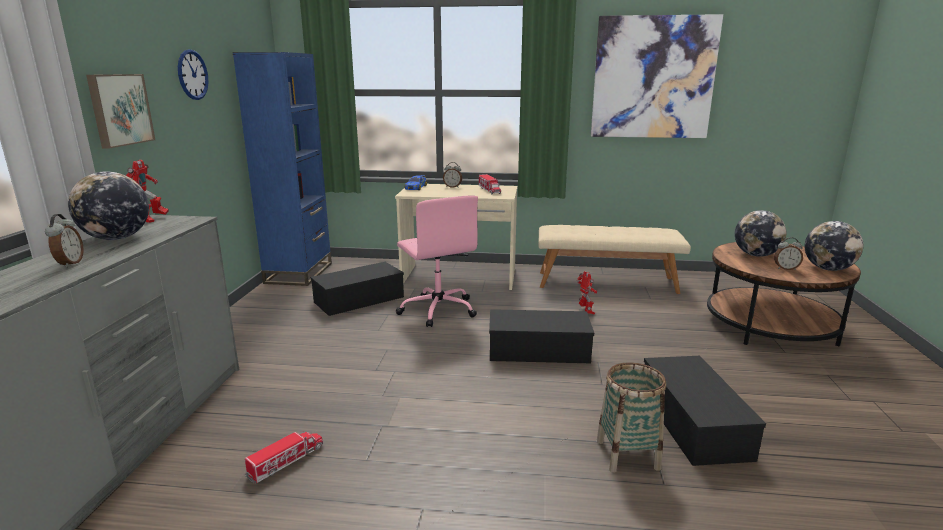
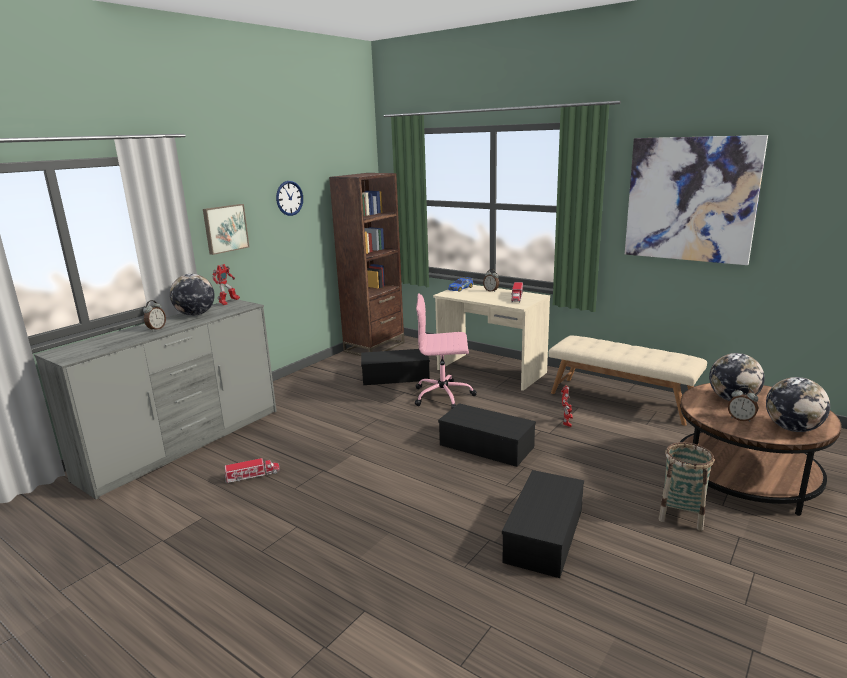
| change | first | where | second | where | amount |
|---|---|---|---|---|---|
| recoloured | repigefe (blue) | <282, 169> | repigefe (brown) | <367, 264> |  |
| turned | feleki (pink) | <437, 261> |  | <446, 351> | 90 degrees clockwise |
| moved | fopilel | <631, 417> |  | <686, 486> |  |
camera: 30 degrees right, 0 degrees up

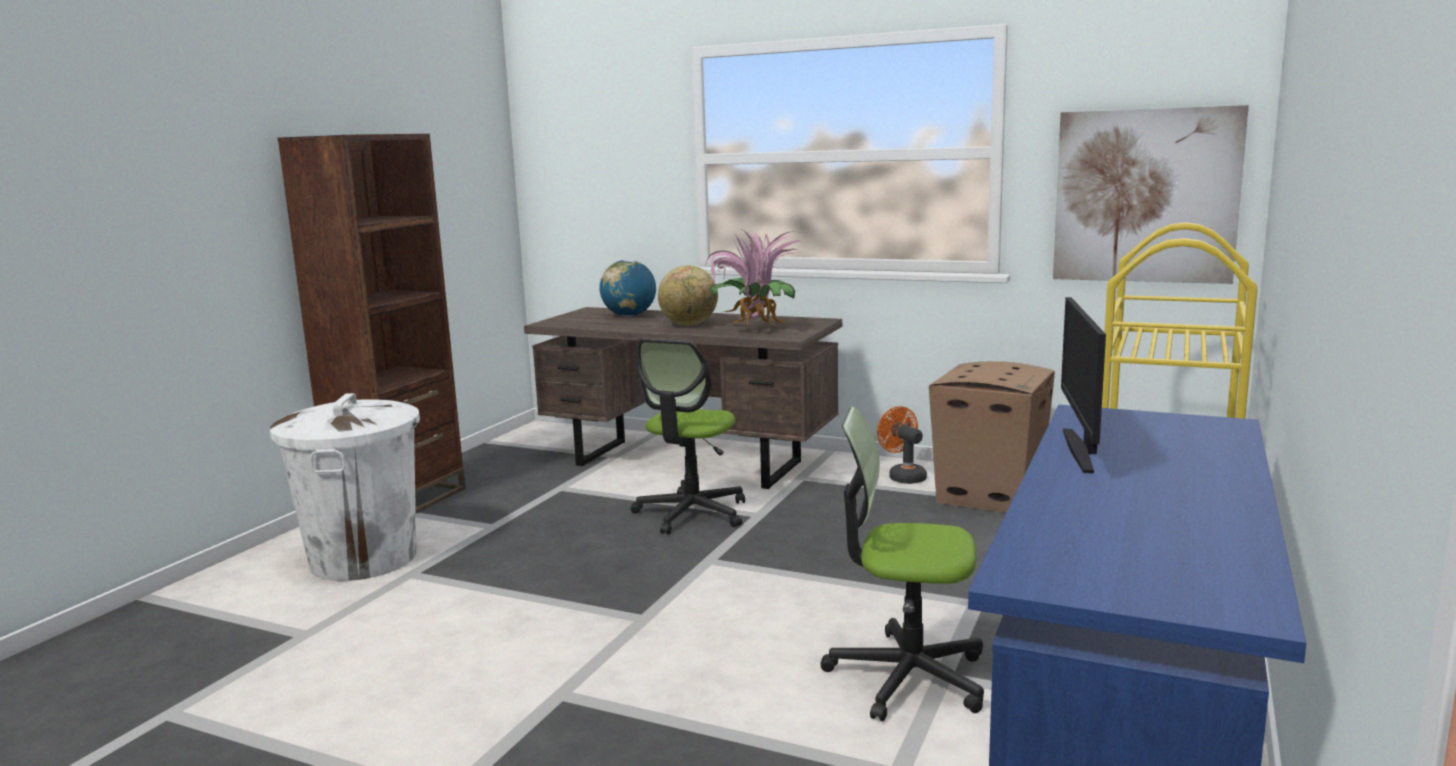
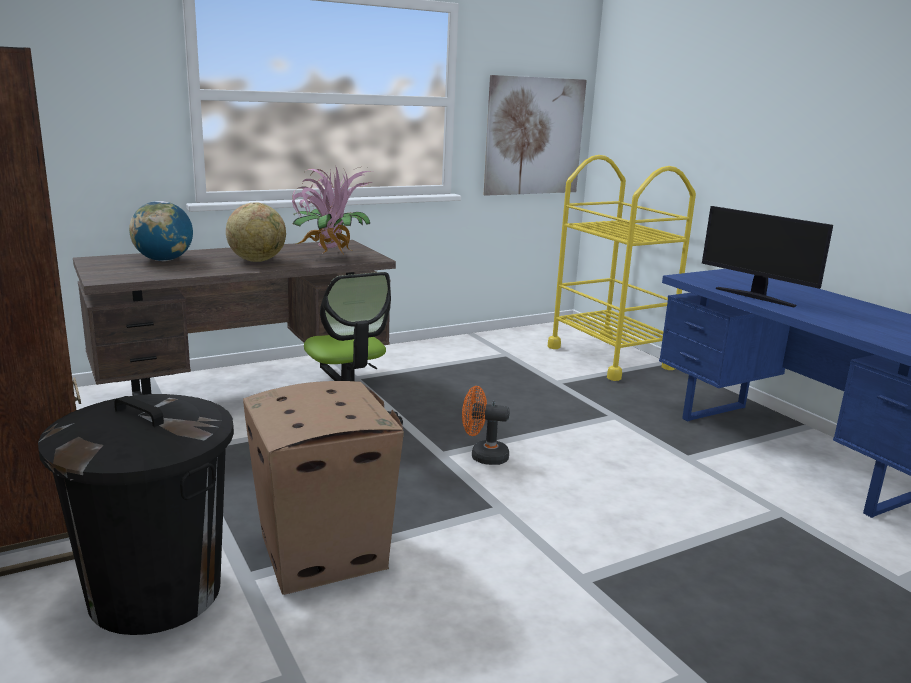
| change | first | where | second | where | amount |
|---|---|---|---|---|---|
| moved | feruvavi | <992, 437> |  | <323, 488> |  |
| recoloured | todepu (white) | <345, 487> | todepu (black) | <136, 514> |  |
| moved | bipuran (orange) | <902, 445> |  | <486, 425> |  |
| removed | feleki | <902, 564> |  |  |  |
camera: 55 degrees left, 5 degrees up

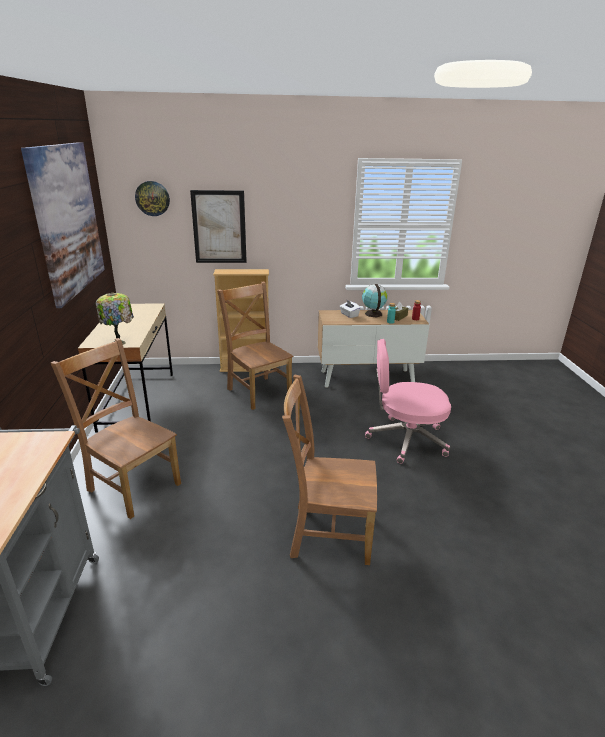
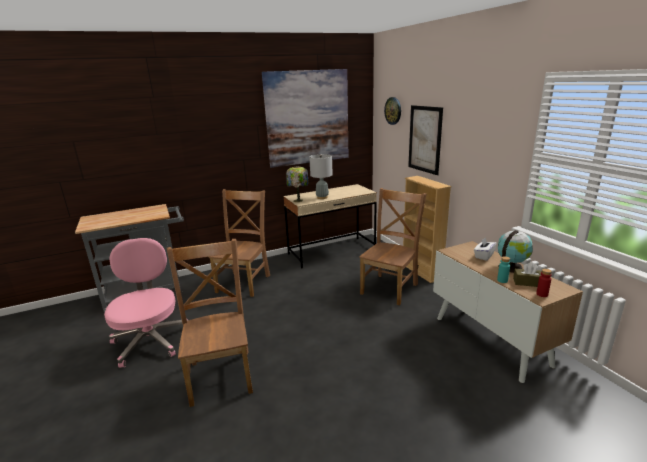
| change | first | where | second | where | amount |
|---|---|---|---|---|---|
| moved | feleki (pink) | <408, 401> |  | <146, 303> |  |
| added |  |  | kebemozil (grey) | <321, 176> |  |
camera: 70 degrees right, 5 degrees down

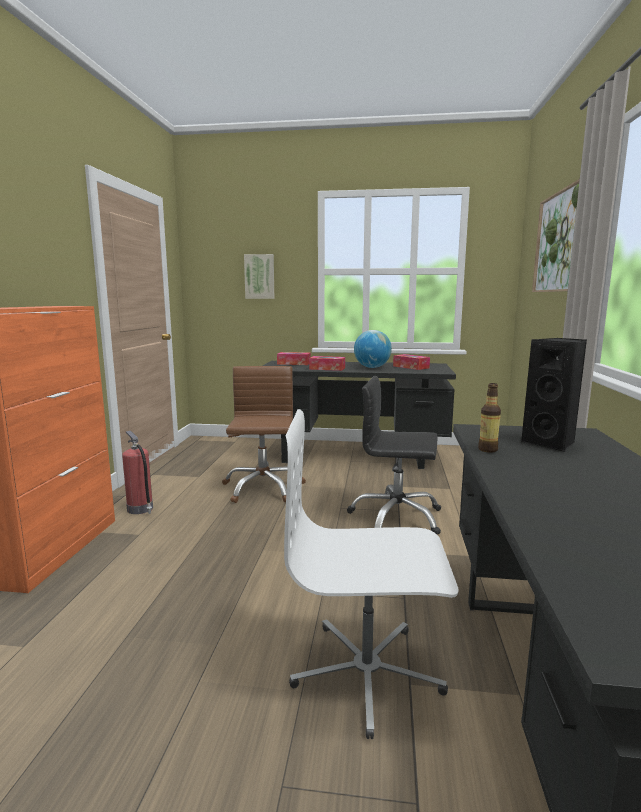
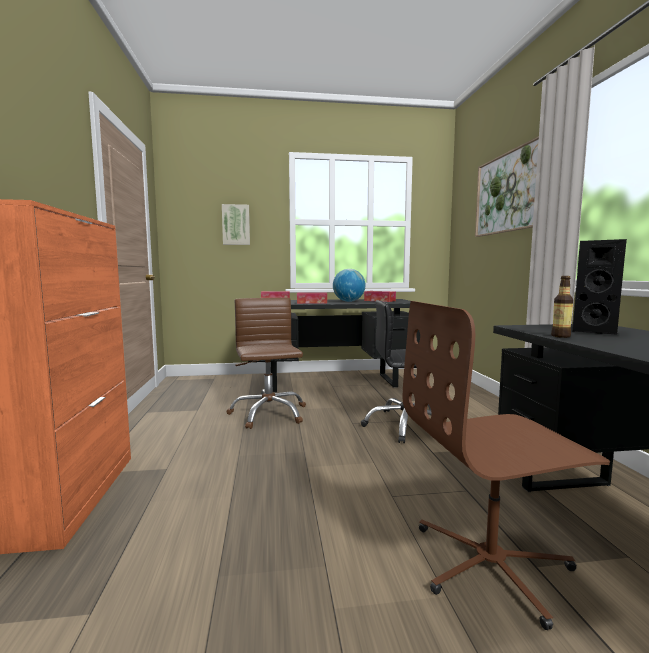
| change | first | where | second | where | amount |
|---|---|---|---|---|---|
| recoloured | feleki (white) | <371, 574> | feleki (brown) | <506, 465> |  |
| removed | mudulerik | <137, 472> |  |  |  |
camera: 15 degrees left, 5 degrees down

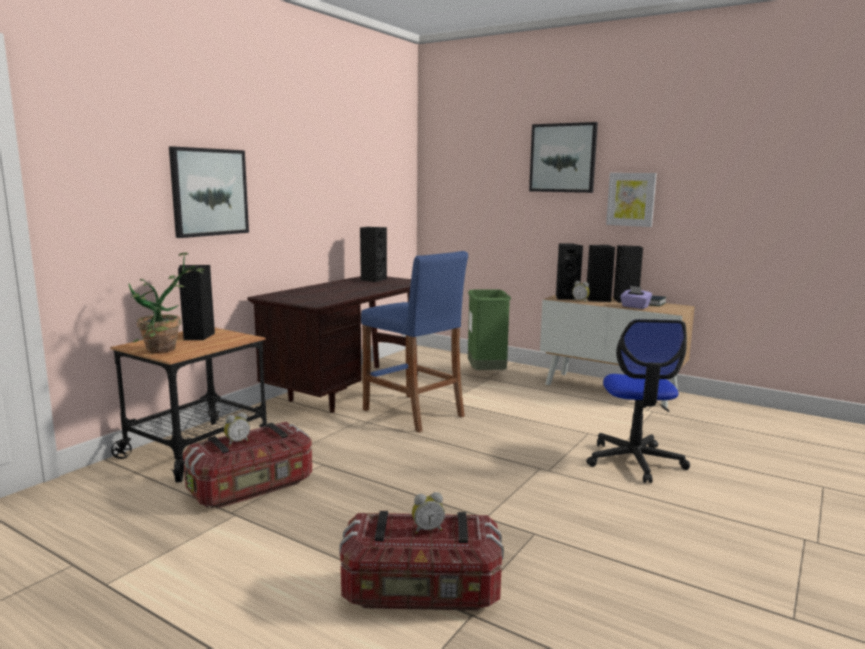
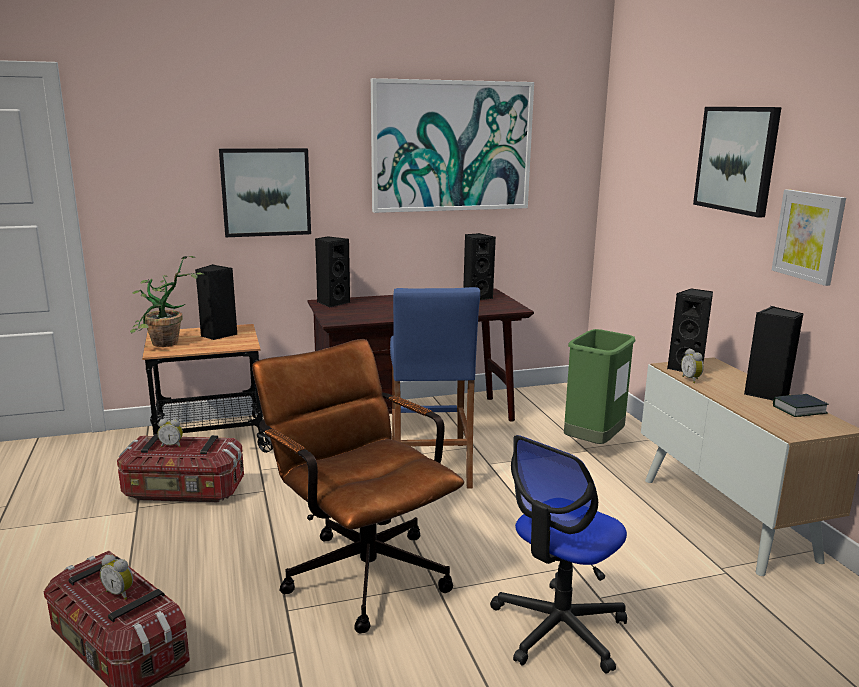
| change | first | where | second | where | amount |
|---|---|---|---|---|---|
| moved | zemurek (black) | <600, 273> |  | <332, 272> |  |
| removed | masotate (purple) | <636, 297> |  |  |  |
| added |  |  | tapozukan | <452, 145> |  |
| added |  |  | feleki (brown) | <358, 486> |  |
camera: 40 degrees right, 5 degrees up

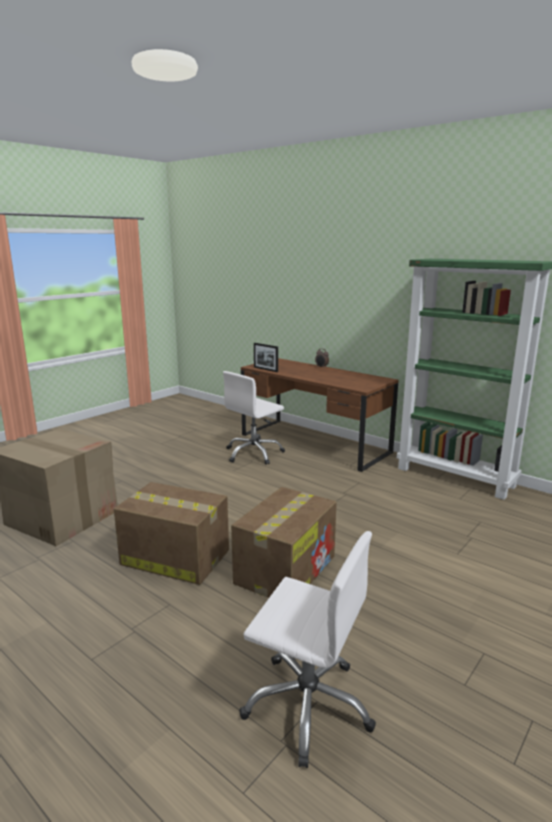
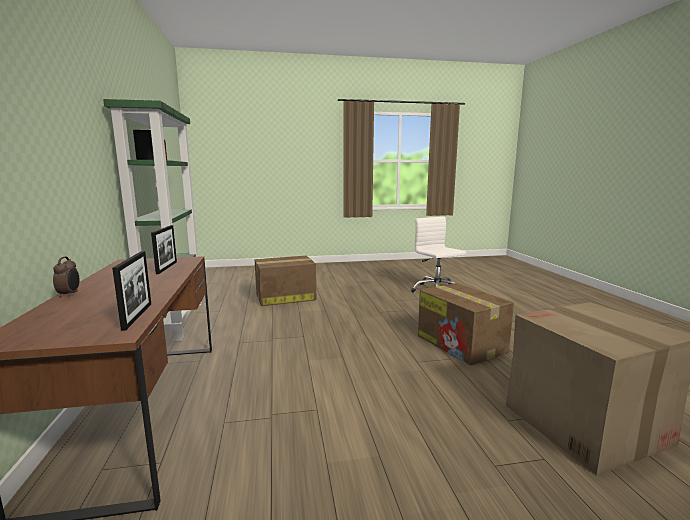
| change | first | where | second | where | amount |
|---|---|---|---|---|---|
| removed | feleki (white) | <254, 418> |  |  |  |
| moved | feruvavi | <284, 542> |  | <285, 281> |  |
| added |  |  | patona | <164, 249> |  |
camera: 140 degrees left, 5 degrees down

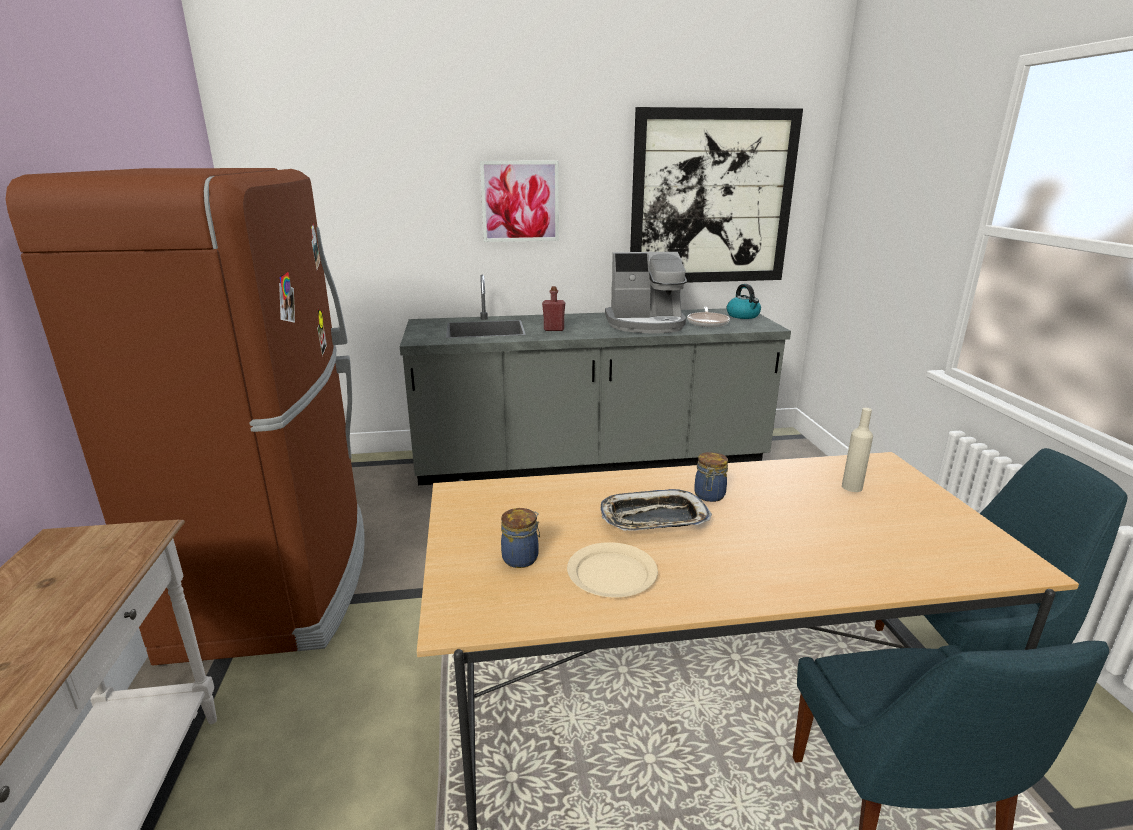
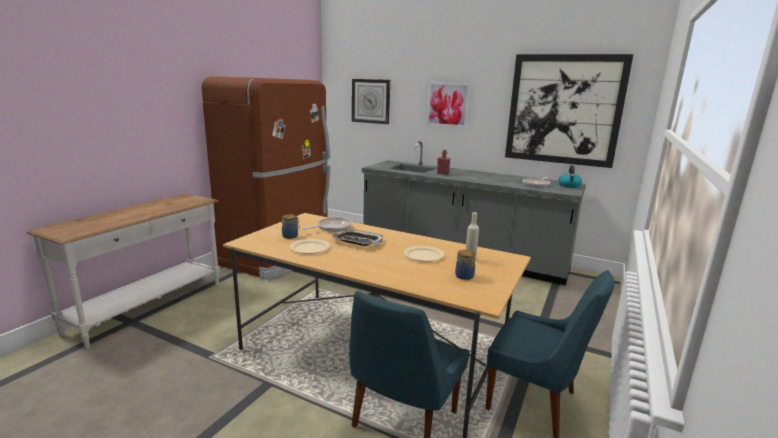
| change | first | where | second | where | amount |
|---|---|---|---|---|---|
| removed | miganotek | <646, 292> |  |  |  |
| moved | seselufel | <711, 477> |  | <465, 265> |  |
| added |  |  | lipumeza | <371, 101> |  |
| added |  |  | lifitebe | <327, 225> |  |
| added |  |  | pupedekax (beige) | <424, 254> |  |
camera: 35 degrees right, 5 degrees down

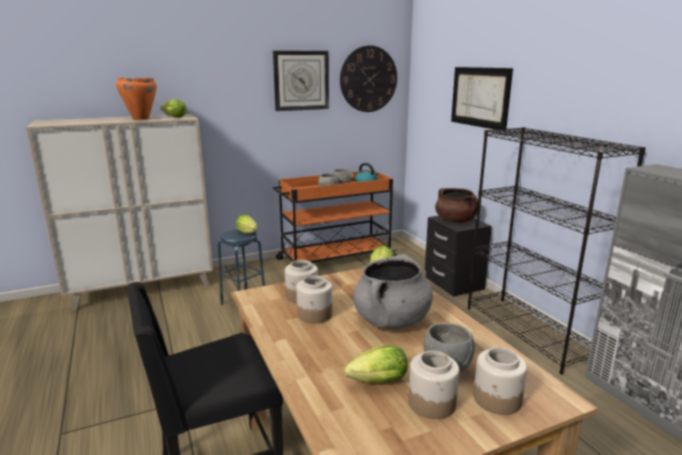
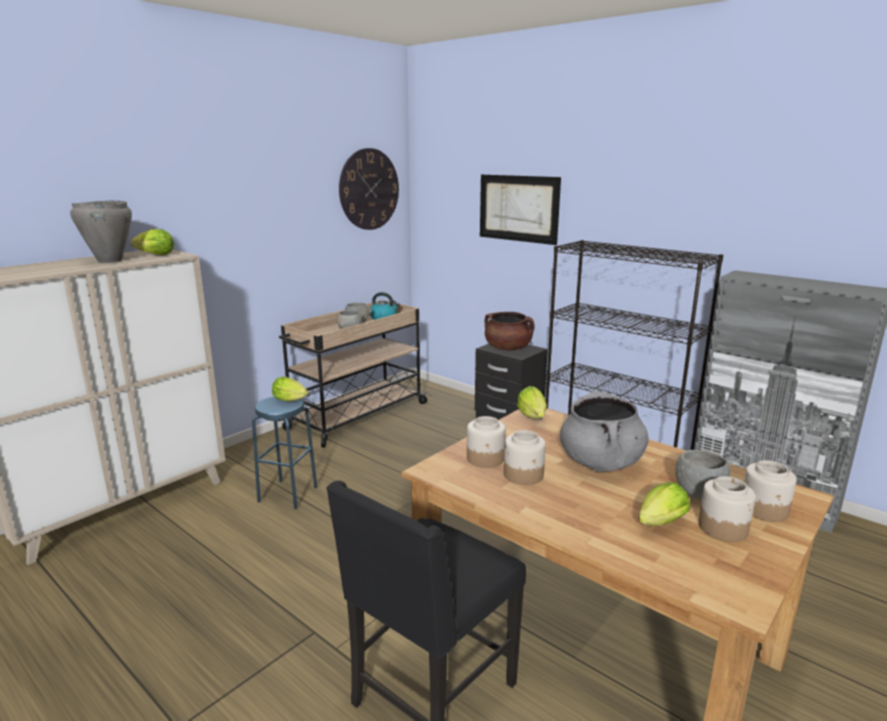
| change | first | where | second | where | amount |
|---|---|---|---|---|---|
| removed | lipumeza | <301, 80> |  |  |  |
| recoloured | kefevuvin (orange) | <136, 98> | kefevuvin (grey) | <101, 231> |  |
| recoloured | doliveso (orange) | <335, 216> | doliveso (beige) | <354, 374> |  |
camera: 25 degrees left, 0 degrees up

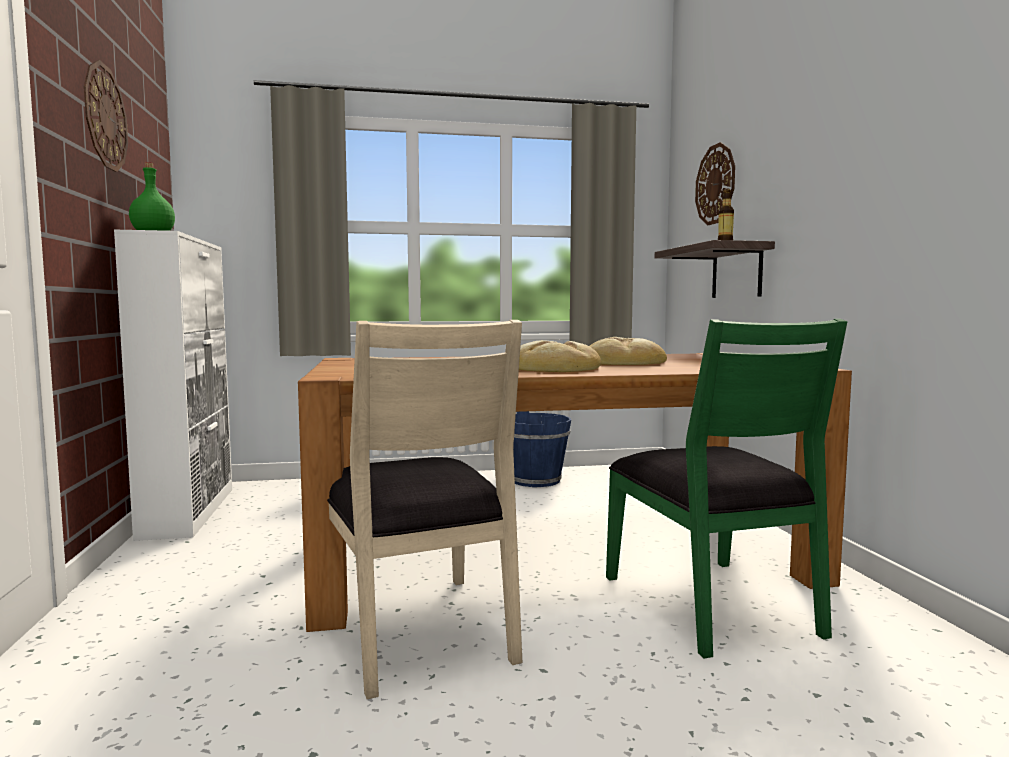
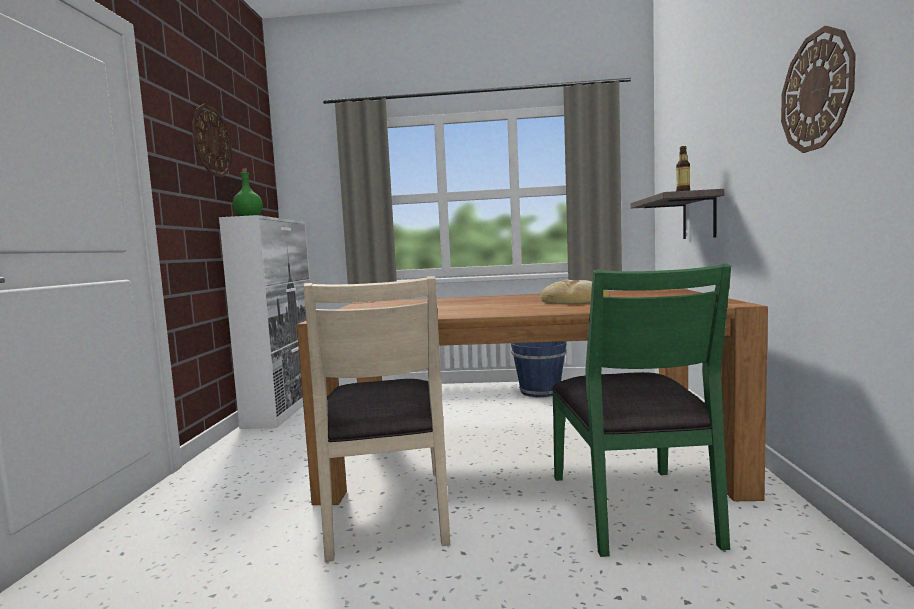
| change | first | where | second | where | amount |
|---|---|---|---|---|---|
| moved | lipumeza | <715, 183> |  | <818, 89> |  |
| removed | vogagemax | <560, 356> |  |  |  |
camera: 15 degrees right, 0 degrees up

